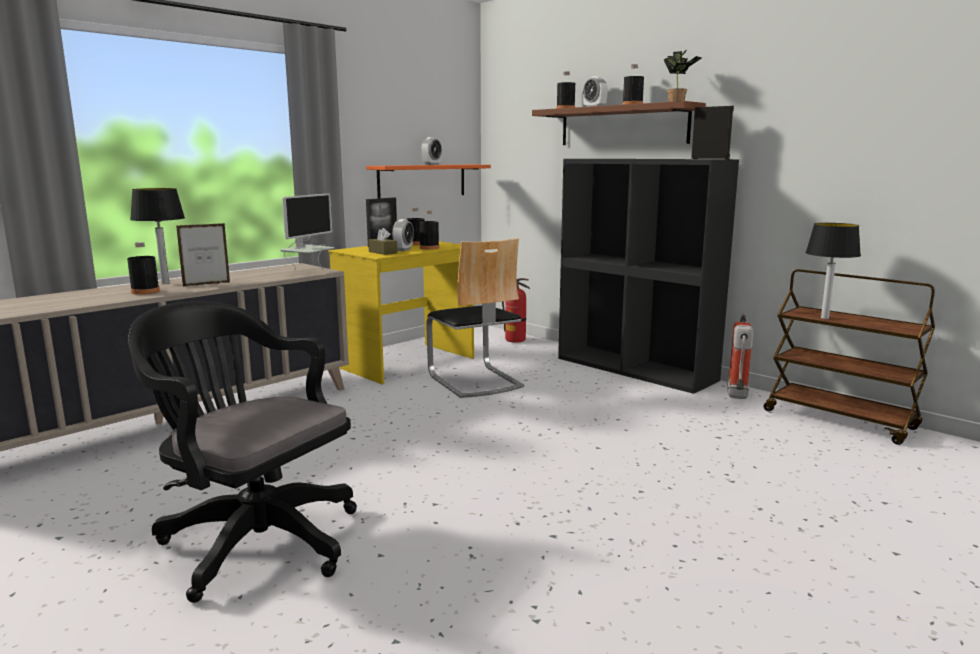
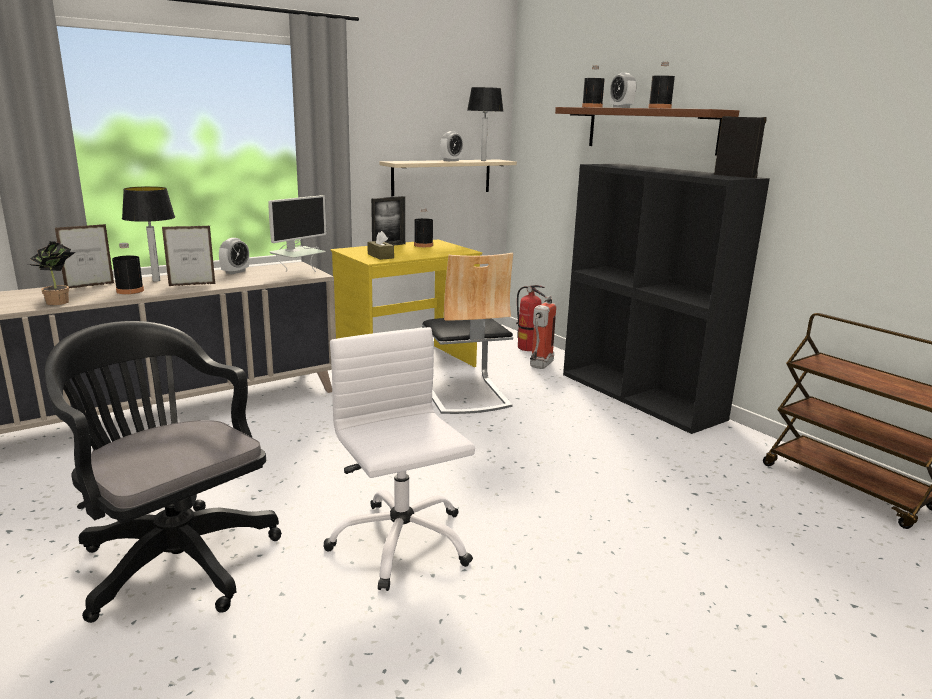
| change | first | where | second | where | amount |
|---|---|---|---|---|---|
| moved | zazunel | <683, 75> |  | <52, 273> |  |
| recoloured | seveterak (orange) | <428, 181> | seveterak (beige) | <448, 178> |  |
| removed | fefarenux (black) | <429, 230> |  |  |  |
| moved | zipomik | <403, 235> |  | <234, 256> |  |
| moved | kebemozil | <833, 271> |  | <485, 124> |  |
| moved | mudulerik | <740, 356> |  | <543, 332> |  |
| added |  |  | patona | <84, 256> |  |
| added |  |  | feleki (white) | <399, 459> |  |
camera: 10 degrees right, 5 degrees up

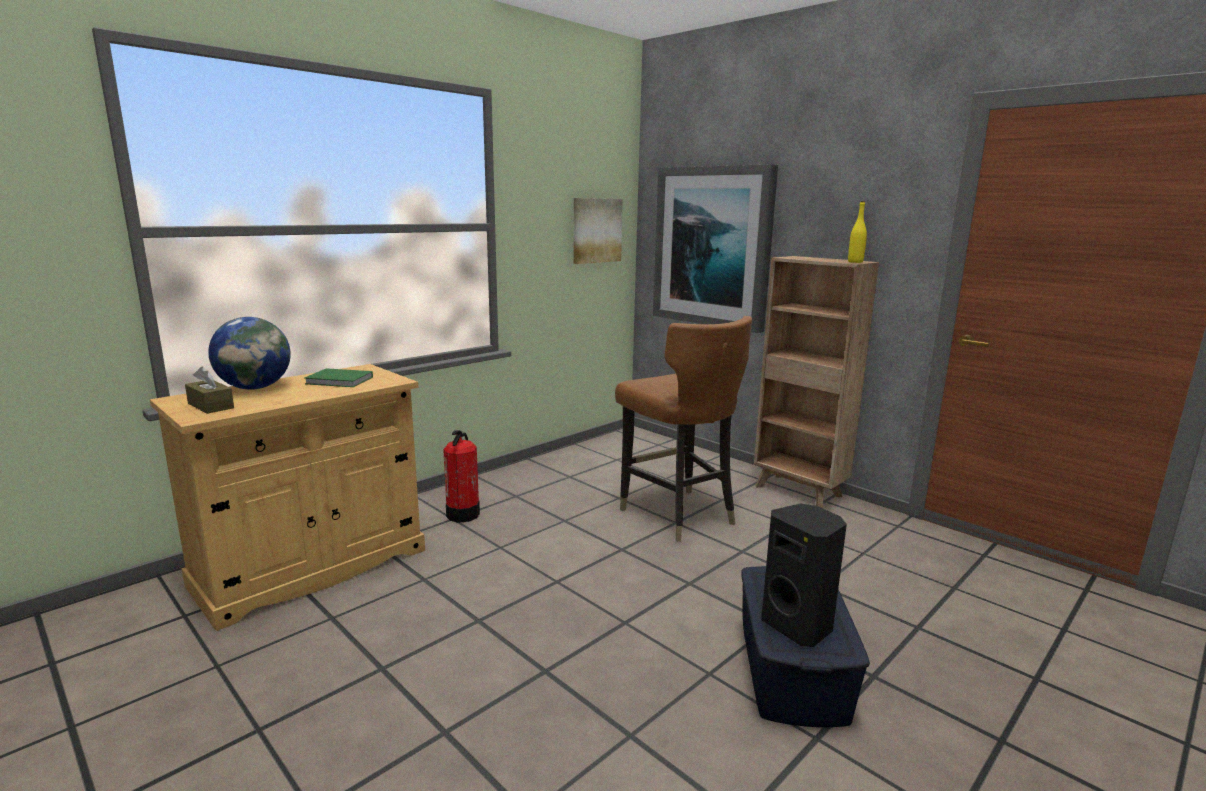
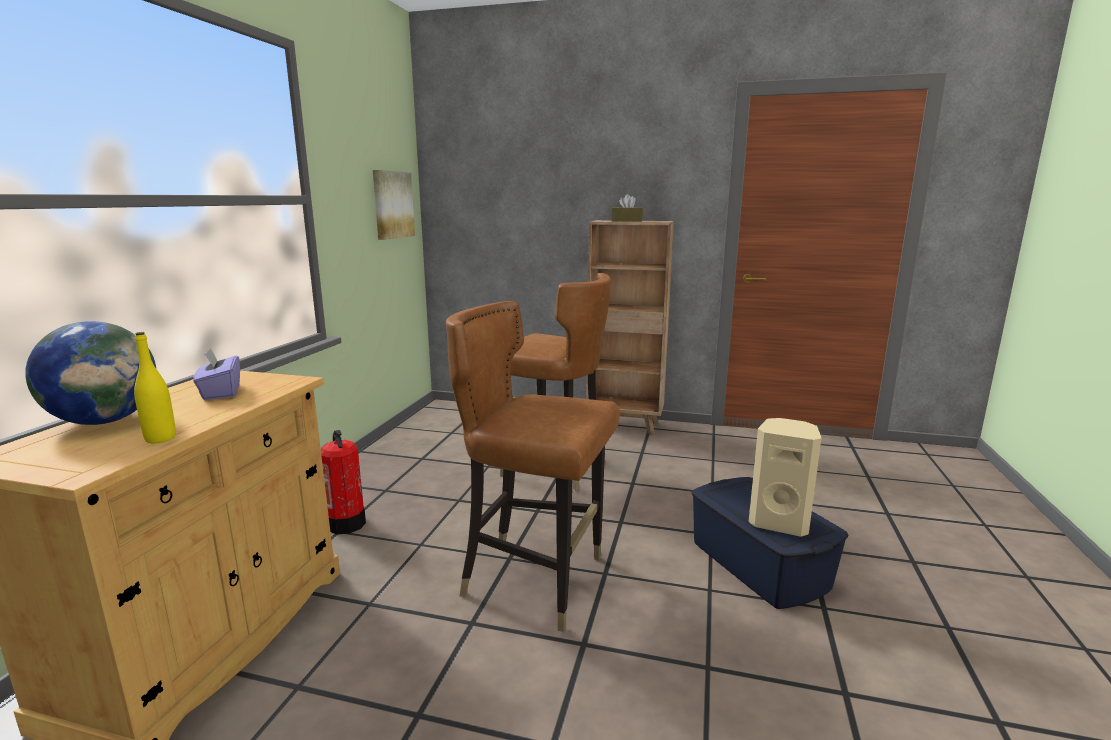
| change | first | where | second | where | amount |
|---|---|---|---|---|---|
| removed | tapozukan | <715, 248> |  |  |  |
| moved | fefarenux (yellow) | <857, 232> |  | <155, 387> |  |
| moved | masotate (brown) | <209, 390> |  | <627, 208> |  |
| replaced | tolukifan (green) | <338, 377> | masotate (purple) | <216, 374> |  |
| recoloured | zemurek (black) | <804, 575> | zemurek (beige) | <785, 477> |  |
| added |  |  | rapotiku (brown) | <533, 466> |  |
camera: 30 degrees left, 0 degrees up

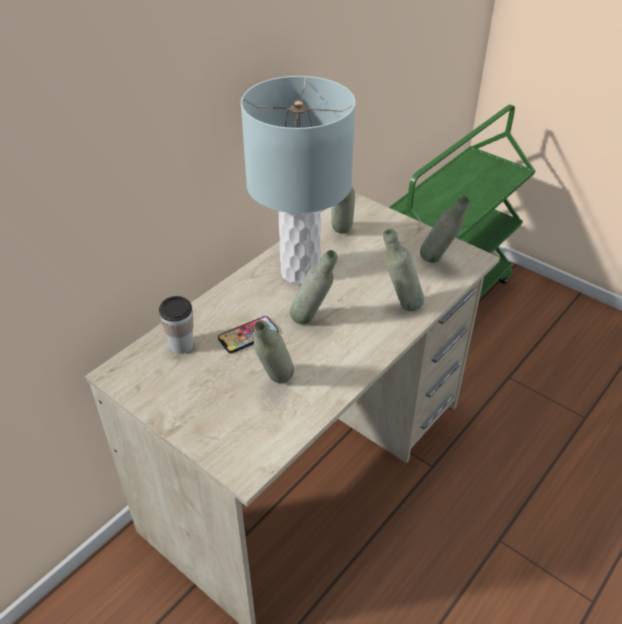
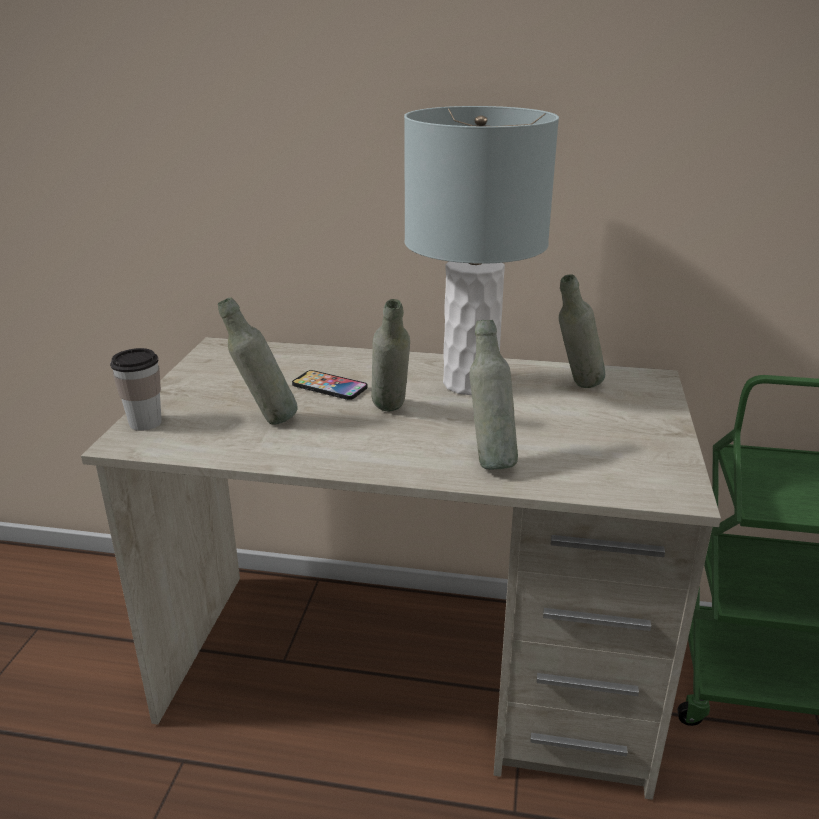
| change | first | where | second | where | amount |
|---|---|---|---|---|---|
| removed | fefarenux (grey) | <445, 229> |  |  |  |
| moved | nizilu | <176, 325> |  | <136, 389> |  |
camera: 60 degrees right, 15 degrees down

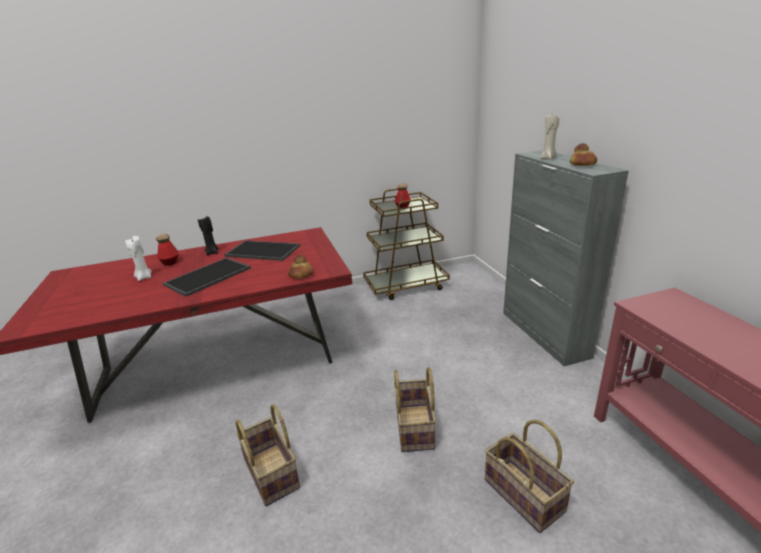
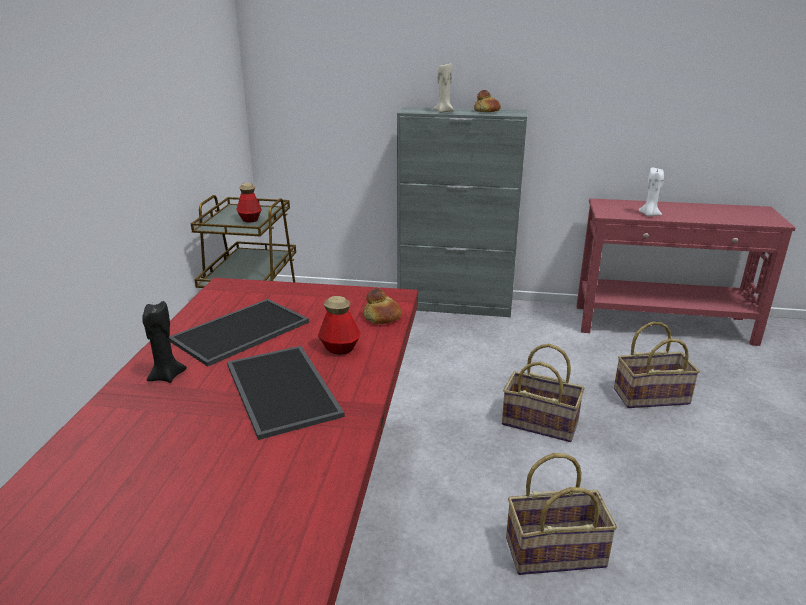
| change | first | where | second | where | amount |
|---|---|---|---|---|---|
| moved | fefarenux | <167, 250> |  | <339, 325> |  |
| moved | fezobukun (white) | <138, 258> |  | <651, 192> |  |
camera: 65 degrees left, 0 degrees up

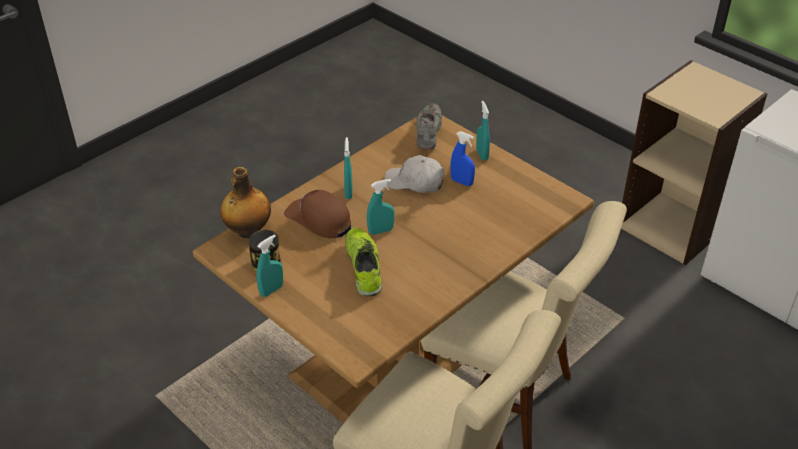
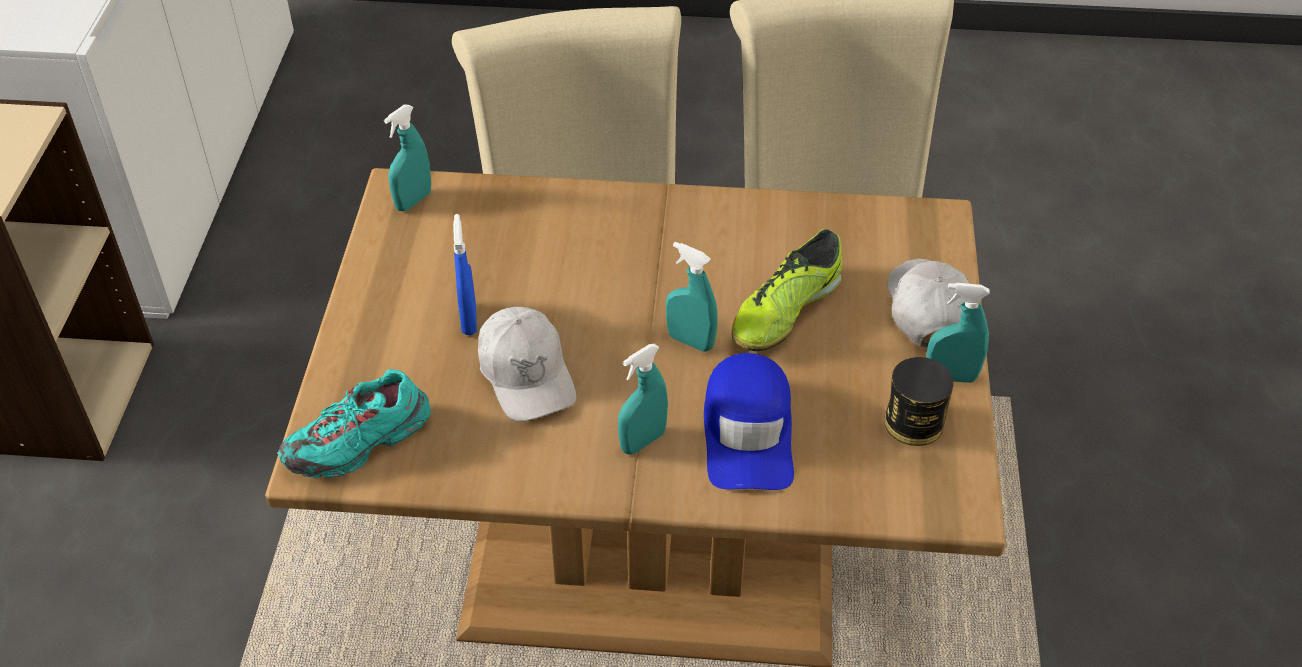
| change | first | where | second | where | amount |
|---|---|---|---|---|---|
| moved | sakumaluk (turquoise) | <483, 131> |  | <407, 158> |  |
| recoloured | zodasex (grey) | <429, 126> | zodasex (turquoise) | <354, 423> |  |
| removed | fefarenux | <245, 202> |  |  |  |
| recoloured | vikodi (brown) | <317, 214> | vikodi (blue) | <749, 421> |  |
| added |  |  | vikodi (white) | <928, 303> |  |
camera: 130 degrees left, 5 degrees up

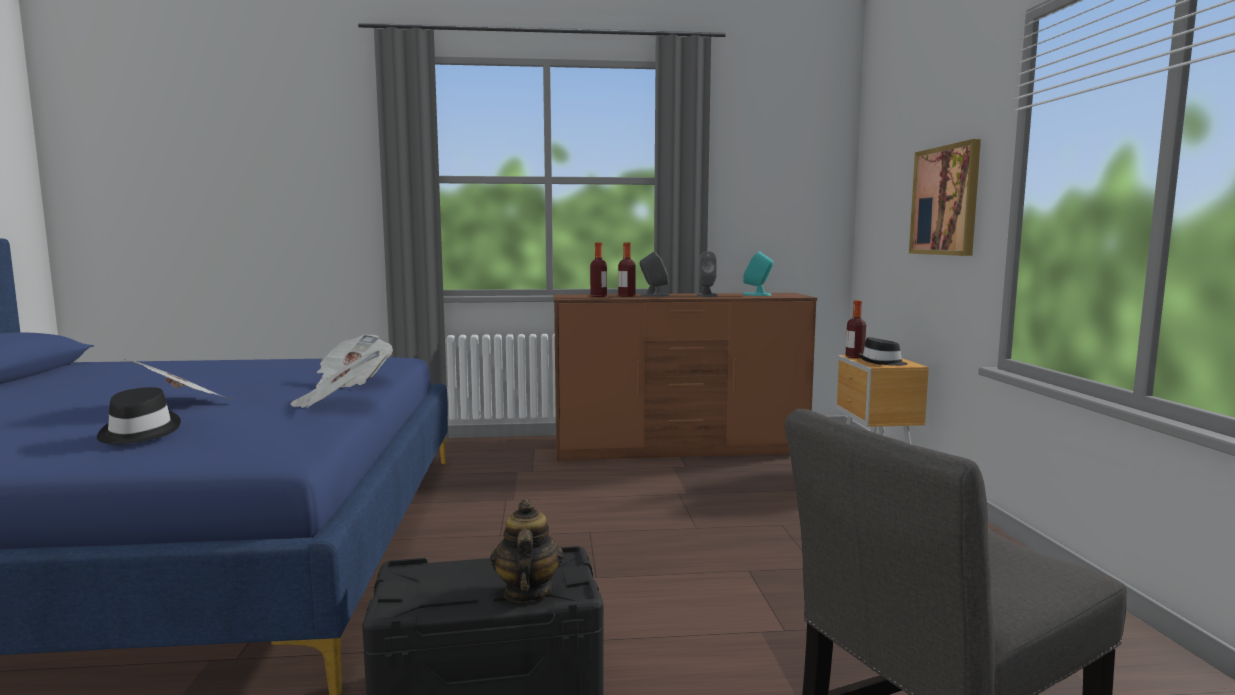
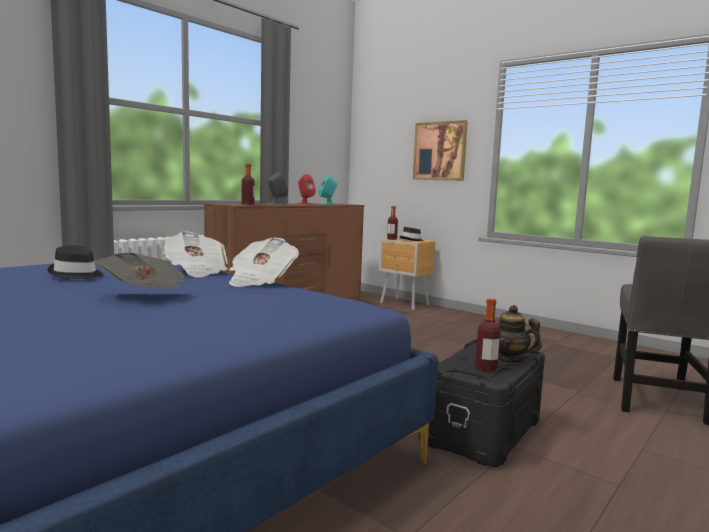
| change | first | where | second | where | amount |
|---|---|---|---|---|---|
| moved | fefarenux | <627, 269> |  | <488, 335> |  |
| recoloured | zemurek (grey) | <707, 274> | zemurek (red) | <306, 189> |  |
| moved | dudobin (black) | <139, 415> |  | <75, 262> |  |
camera: 45 degrees left, 0 degrees up

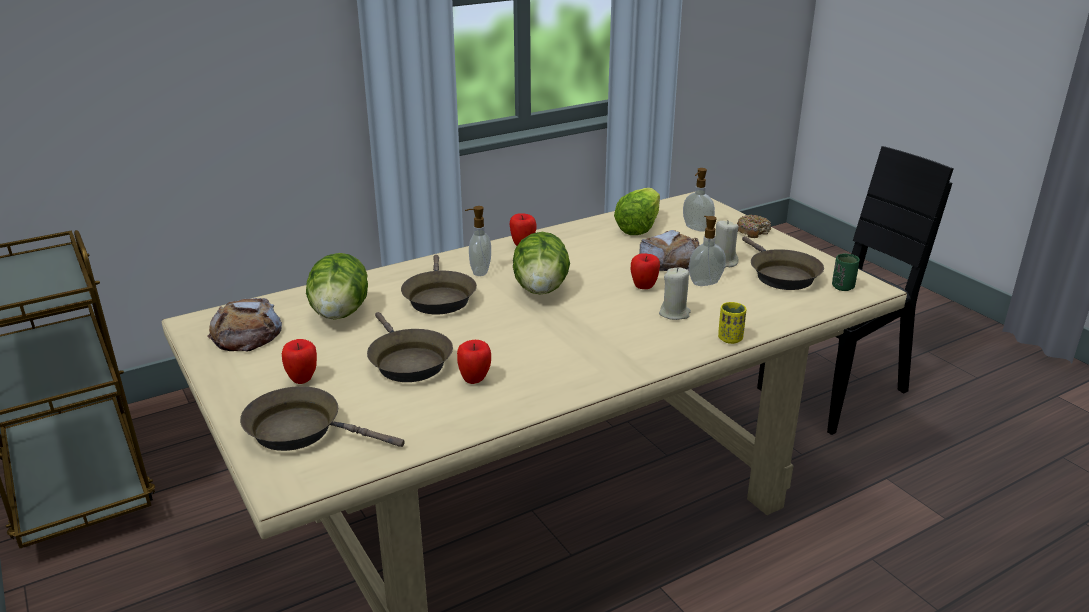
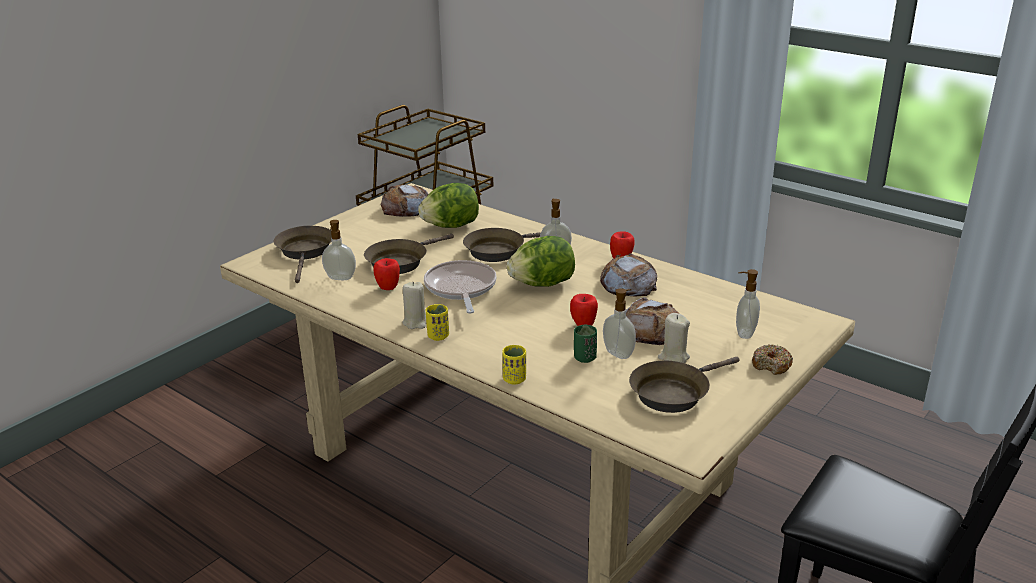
| change | first | where | second | where | amount |
|---|---|---|---|---|---|
| removed | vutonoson | <637, 211> |  |  |  |
| moved | nizilu (green) | <846, 272> |  | <585, 344> |  |
| moved | fezobukun (beige) | <675, 294> |  | <414, 305> |  |
| removed | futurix | <299, 361> |  |  |  |
| added |  |  | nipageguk | <339, 250> |  |
| added |  |  | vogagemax | <629, 275> |  |
| added |  |  | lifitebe | <460, 287> |  |
| added |  |  | nizilu (yellow) | <437, 322> |  |
camera: 70 degrees right, 0 degrees up

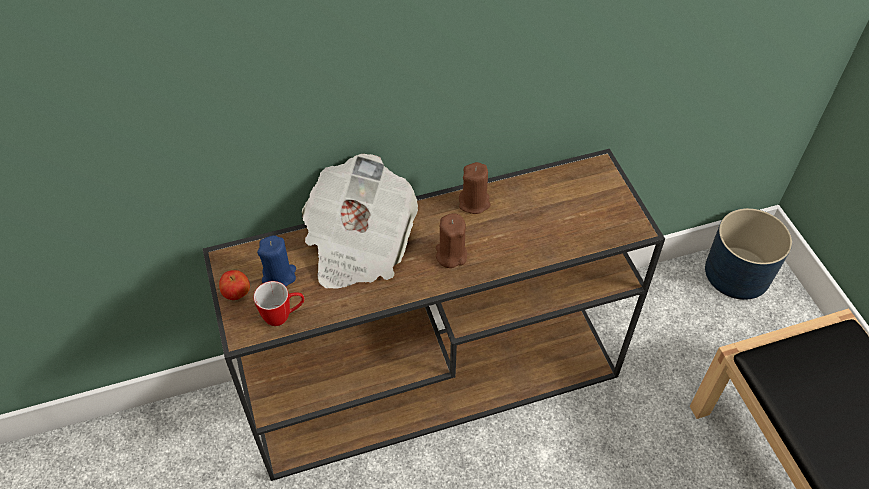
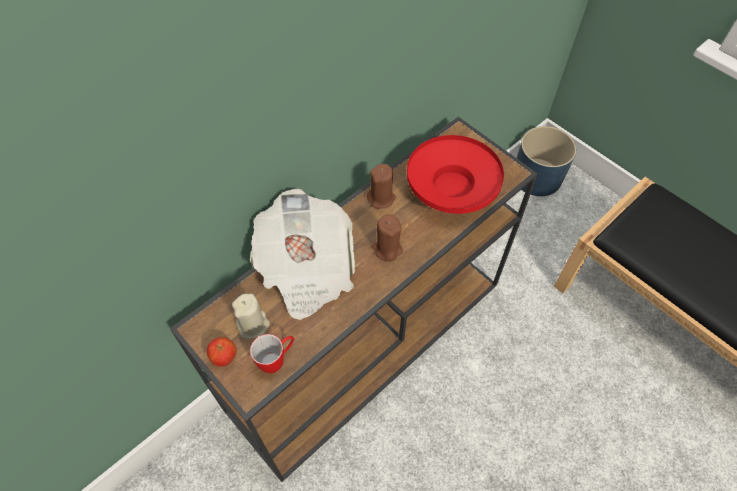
| change | first | where | second | where | amount |
|---|---|---|---|---|---|
| recoloured | fezobukun (blue) | <276, 260> | fezobukun (beige) | <251, 316> |  |
| added |  |  | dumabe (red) | <455, 174> |  |
camera: 25 degrees left, 5 degrees up

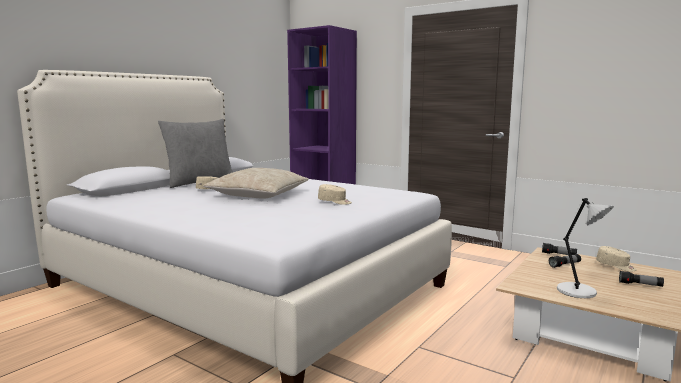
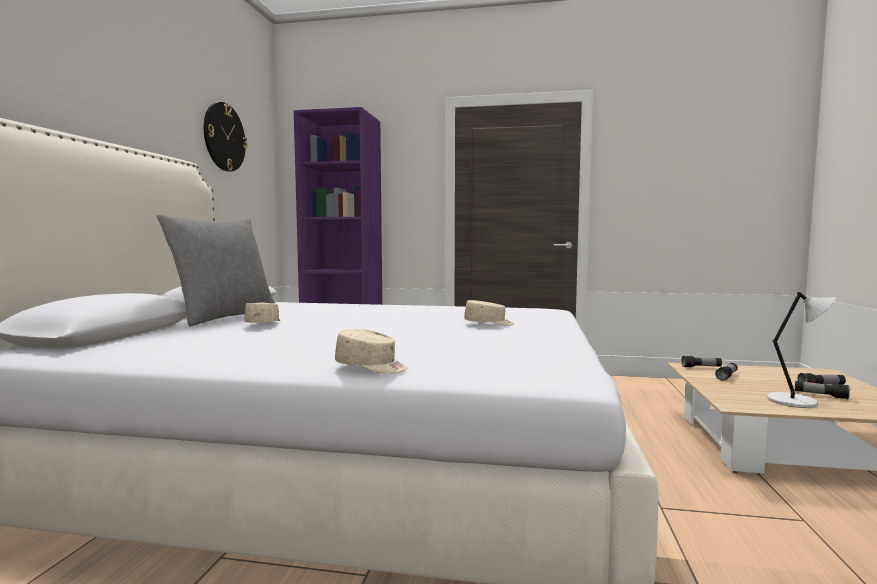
| change | first | where | second | where | amount |
|---|---|---|---|---|---|
| removed | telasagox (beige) | <256, 183> |  |  |  |
| moved | vikodi (beige) | <616, 259> |  | <371, 351> |  |
| added |  |  | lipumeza | <225, 137> |  |
| added |  |  | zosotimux | <822, 390> |  |
camera: 25 degrees left, 5 degrees down

